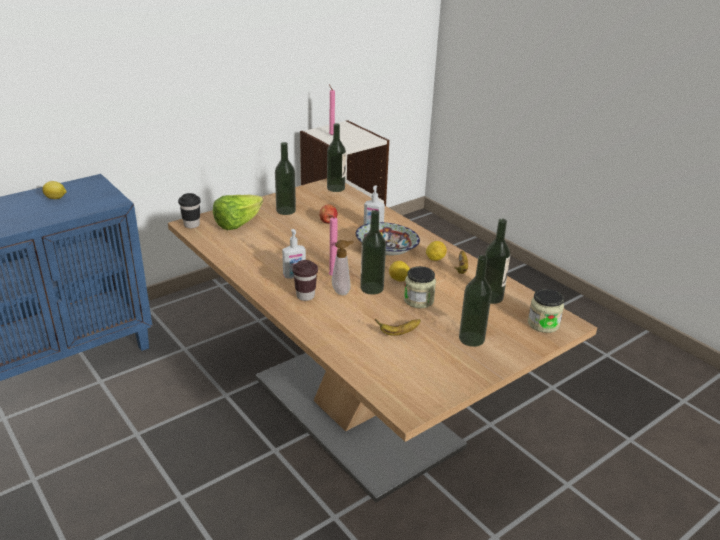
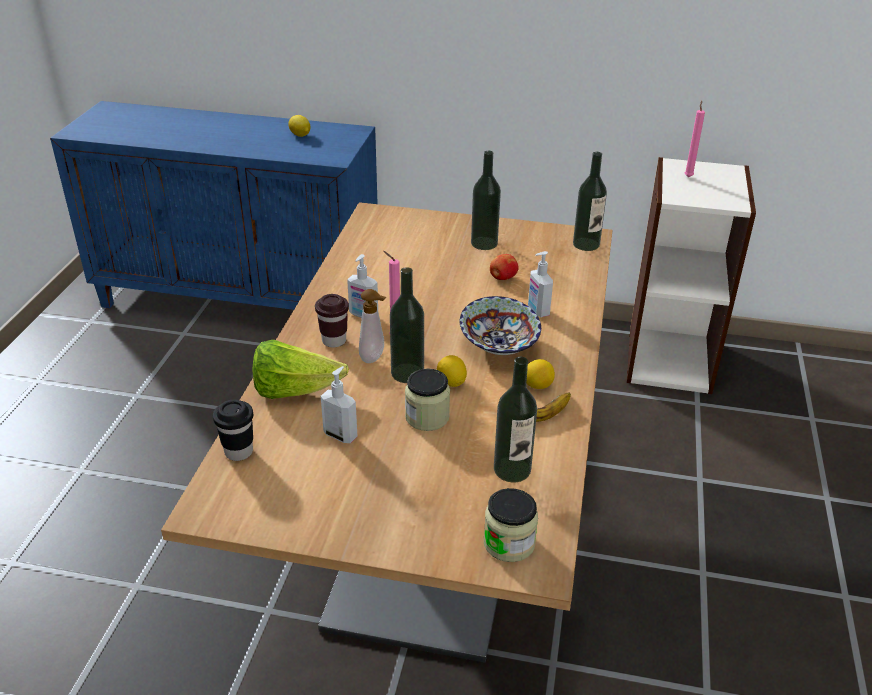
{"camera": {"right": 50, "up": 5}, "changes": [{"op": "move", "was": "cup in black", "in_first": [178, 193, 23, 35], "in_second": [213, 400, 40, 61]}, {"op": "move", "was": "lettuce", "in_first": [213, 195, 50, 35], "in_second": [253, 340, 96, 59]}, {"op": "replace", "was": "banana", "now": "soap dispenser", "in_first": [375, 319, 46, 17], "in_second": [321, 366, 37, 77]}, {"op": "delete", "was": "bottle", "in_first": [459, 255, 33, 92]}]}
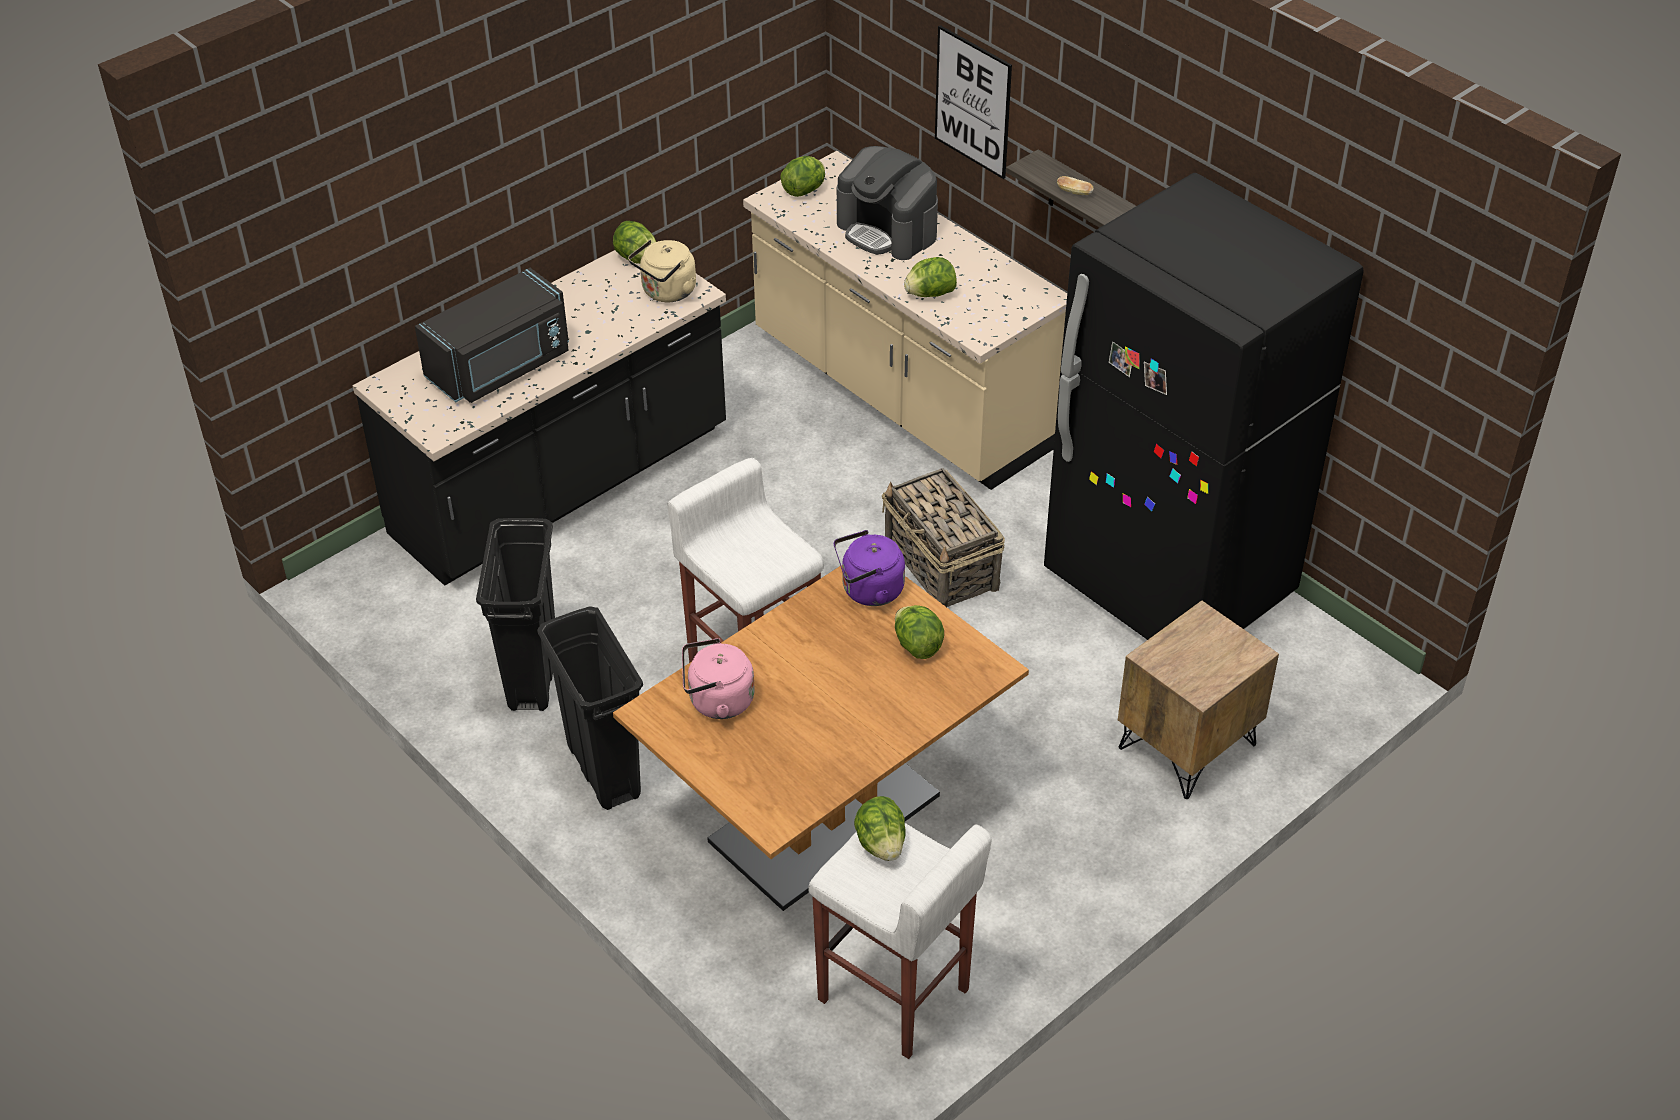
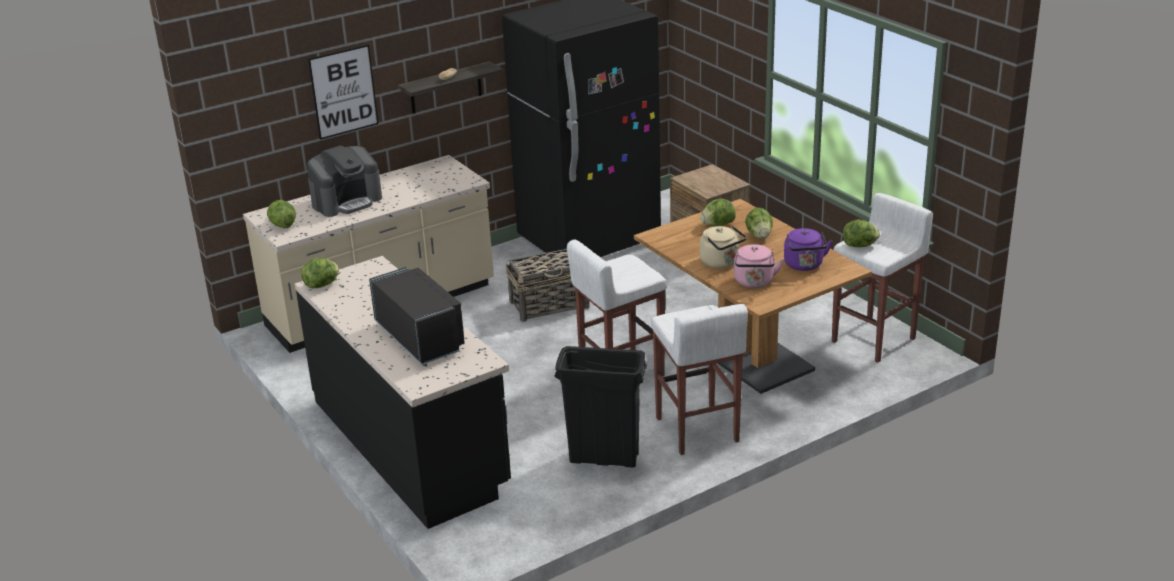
{"camera": {"right": -80, "up": -15}, "changes": [{"op": "replace", "was": "trash can in black", "now": "stool in white", "in_first": [537, 606, 106, 204], "in_second": [651, 304, 97, 151]}, {"op": "move", "was": "kettle in beige", "in_first": [628, 240, 68, 62], "in_second": [700, 226, 47, 42]}, {"op": "move", "was": "lettuce", "in_first": [904, 257, 53, 40], "in_second": [745, 208, 28, 31]}, {"op": "move", "was": "kettle in purple", "in_first": [834, 530, 71, 76], "in_second": [784, 228, 48, 43]}]}
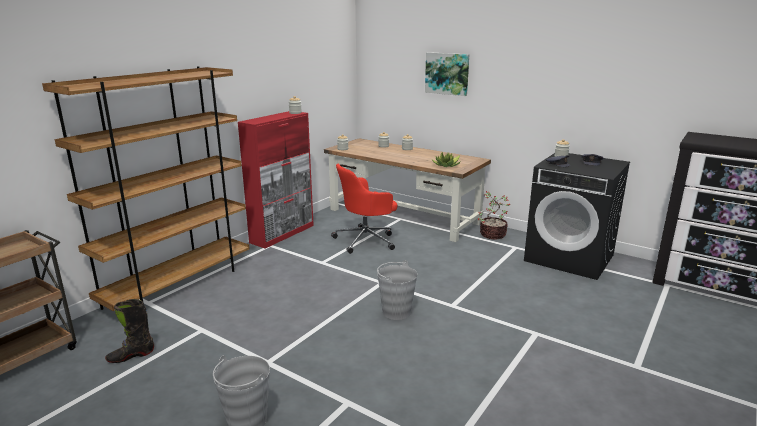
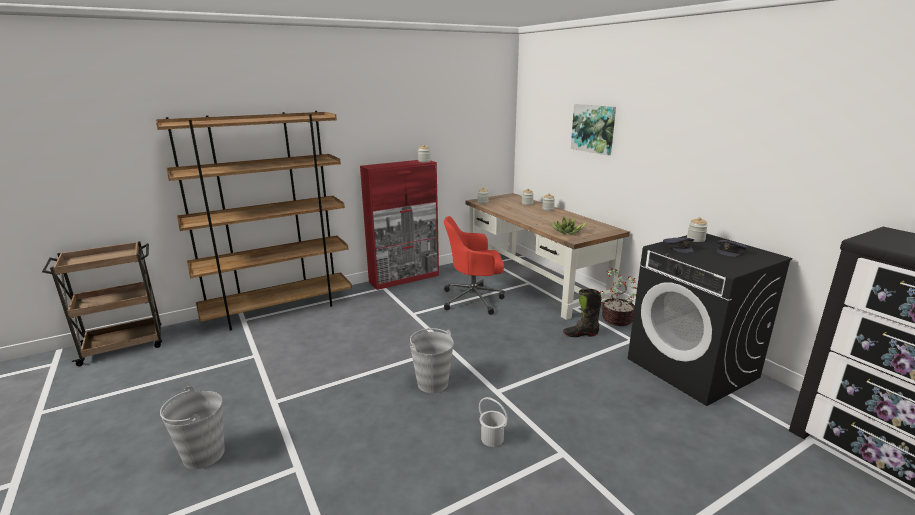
{"camera": {"right": 25, "up": 0}, "changes": [{"op": "insert", "now": "bucket in white", "in_second": [479, 397, 29, 50]}, {"op": "move", "was": "boot in black", "in_first": [105, 299, 49, 64], "in_second": [563, 289, 38, 48]}]}
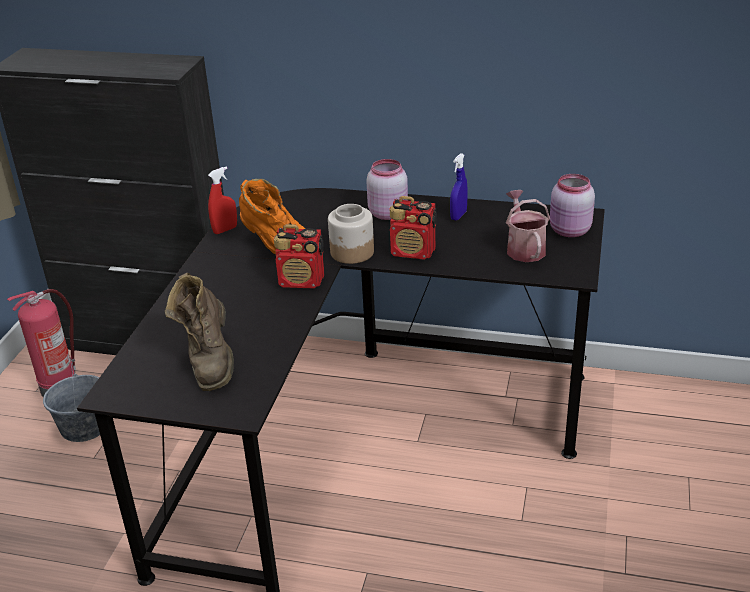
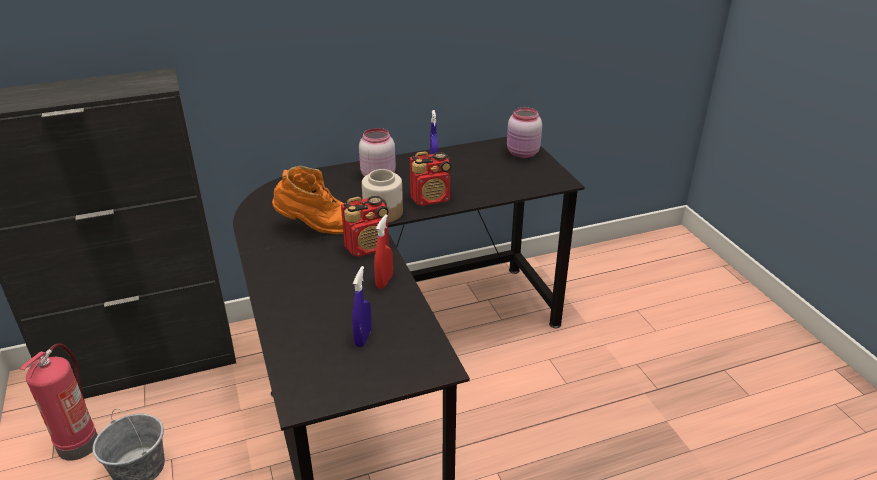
{"camera": {"right": -35, "up": 0}, "changes": [{"op": "replace", "was": "boot in brown", "now": "spray bottle in blue", "in_first": [165, 273, 69, 118], "in_second": [352, 266, 20, 81]}, {"op": "move", "was": "spray bottle in red", "in_first": [208, 166, 29, 68], "in_second": [374, 214, 19, 75]}, {"op": "delete", "was": "watering can", "in_first": [506, 190, 44, 72]}]}
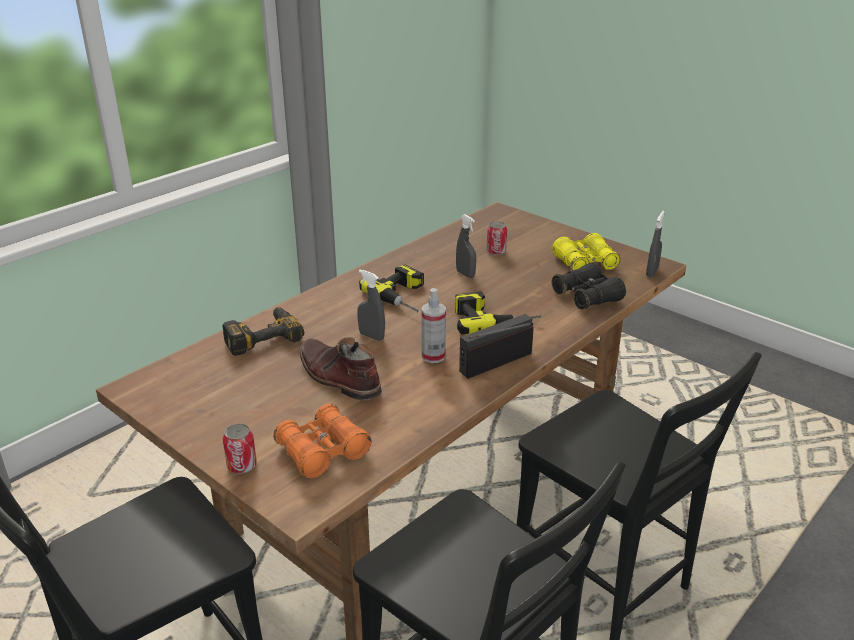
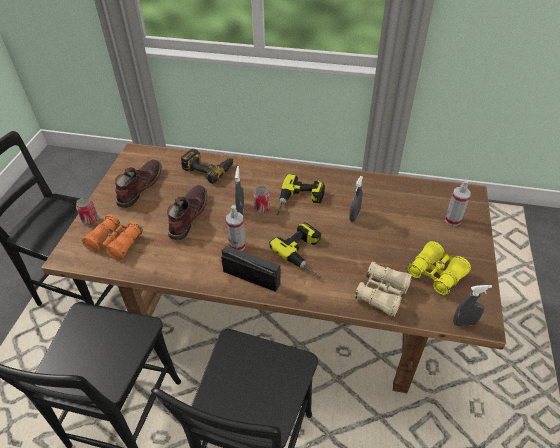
{"camera": {"right": 60, "up": 15}, "changes": [{"op": "insert", "now": "boot in brown", "in_second": [115, 159, 47, 49]}, {"op": "move", "was": "can", "in_first": [487, 221, 20, 34], "in_second": [253, 186, 17, 27]}, {"op": "recolor", "was": "binoculars in black", "now": "binoculars in beige", "in_first": [551, 263, 75, 47], "in_second": [354, 261, 58, 56]}, {"op": "insert", "now": "spray bottle", "in_second": [445, 180, 26, 46]}]}
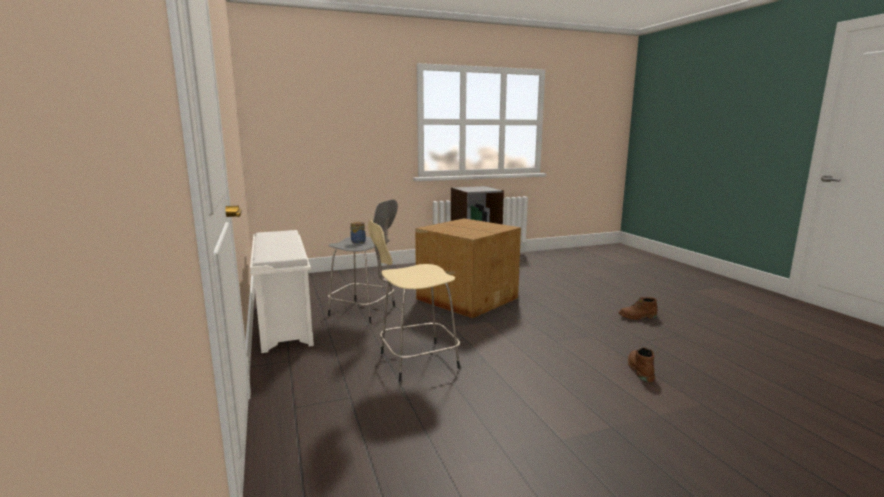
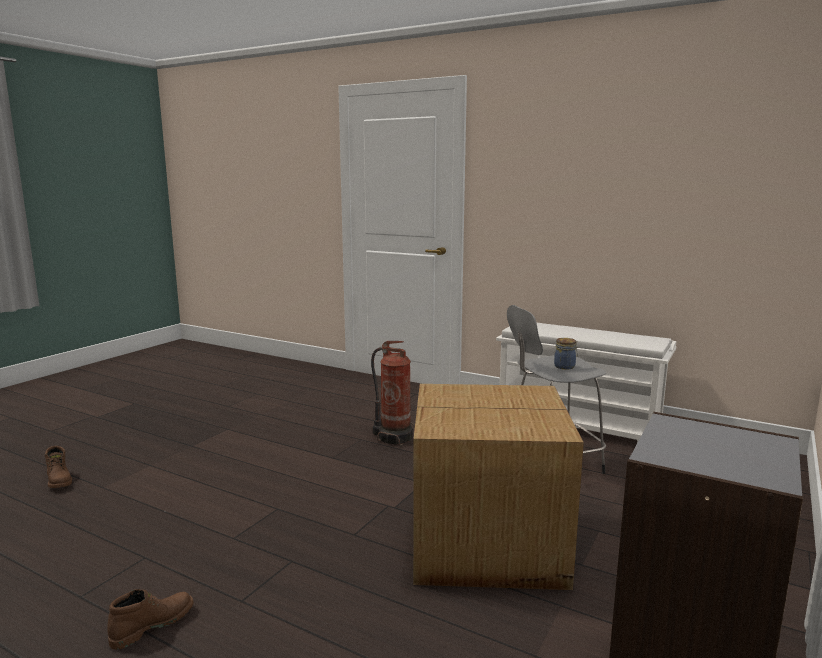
{"camera": {"right": 140, "up": 0}, "changes": [{"op": "move", "was": "boot in brown", "in_first": [628, 347, 27, 35], "in_second": [45, 446, 27, 42]}, {"op": "replace", "was": "stool in beige", "now": "fire extinguisher", "in_first": [368, 220, 92, 161], "in_second": [371, 341, 44, 105]}]}
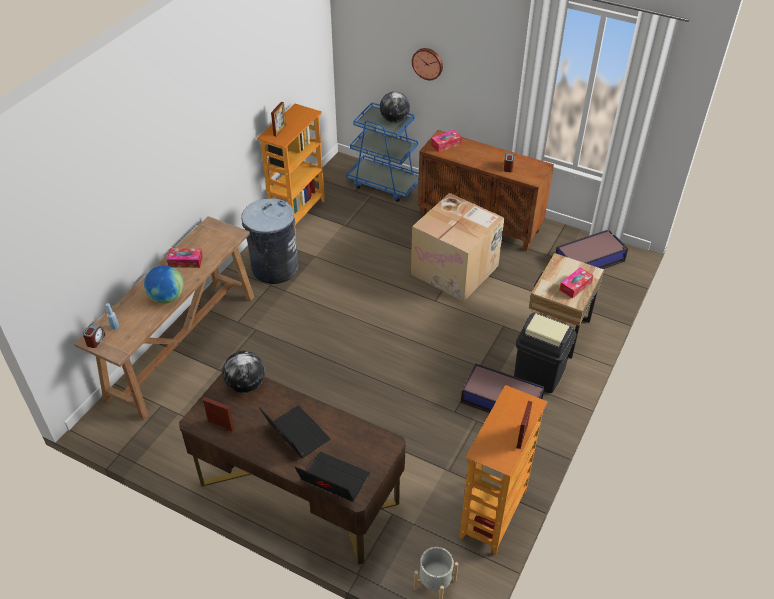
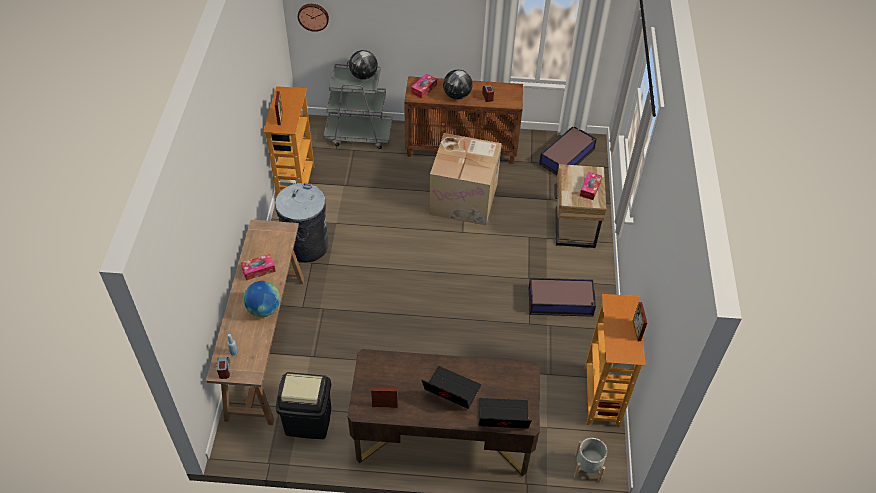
{"camera": {"right": -25, "up": 5}, "changes": [{"op": "move", "was": "trash can in black", "in_first": [514, 312, 62, 81], "in_second": [276, 372, 55, 67]}, {"op": "move", "was": "wall clock", "in_first": [412, 48, 31, 32], "in_second": [298, 4, 31, 28]}, {"op": "recolor", "was": "cart in blue", "now": "cart in grey", "in_first": [346, 102, 73, 100], "in_second": [323, 60, 69, 89]}, {"op": "move", "was": "globe", "in_first": [223, 351, 42, 42], "in_second": [443, 70, 30, 29]}]}
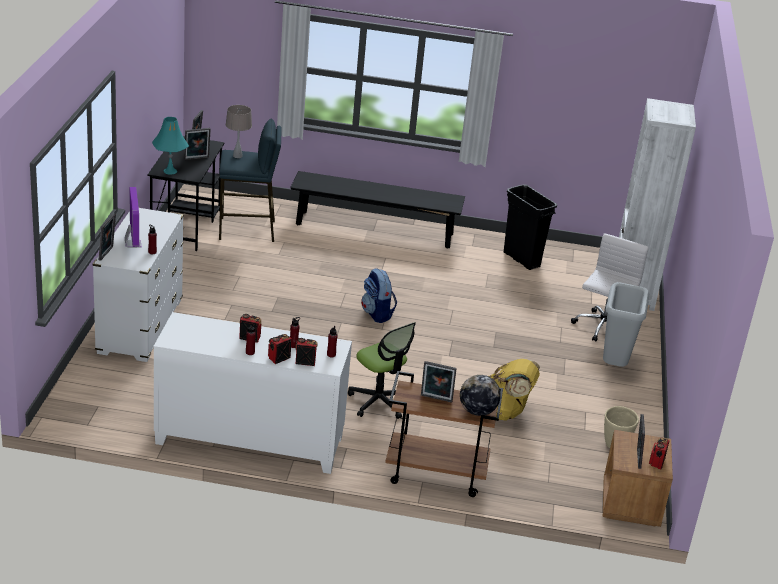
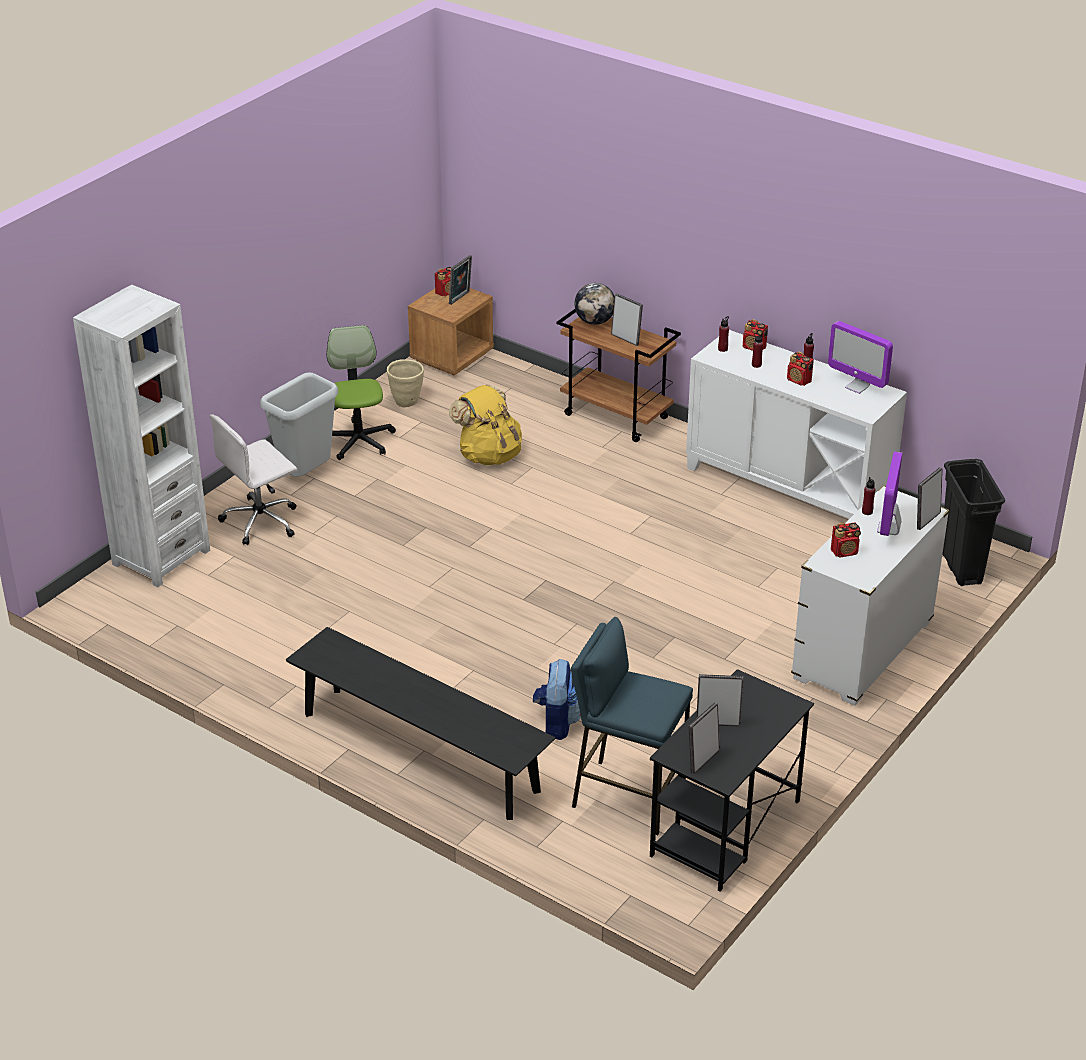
{"camera": {"right": -150, "up": 5}, "changes": [{"op": "move", "was": "office chair", "in_first": [348, 322, 68, 97], "in_second": [327, 325, 69, 135]}, {"op": "move", "was": "backpack", "in_first": [361, 268, 36, 55], "in_second": [533, 659, 48, 81]}, {"op": "insert", "now": "monitor", "in_second": [828, 321, 65, 73]}, {"op": "move", "was": "radio", "in_first": [268, 334, 24, 30], "in_second": [831, 522, 30, 36]}, {"op": "move", "was": "trash can in black", "in_first": [504, 184, 53, 86], "in_second": [942, 459, 63, 127]}, {"op": "delete", "was": "table lamp in turquoise", "in_first": [152, 117, 37, 57]}, {"op": "delete", "was": "table lamp in beige", "in_first": [226, 105, 26, 53]}]}
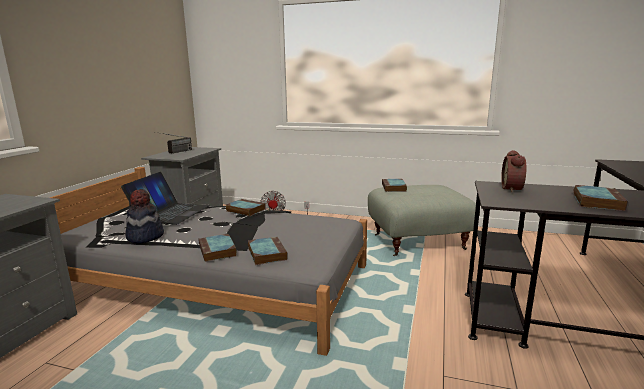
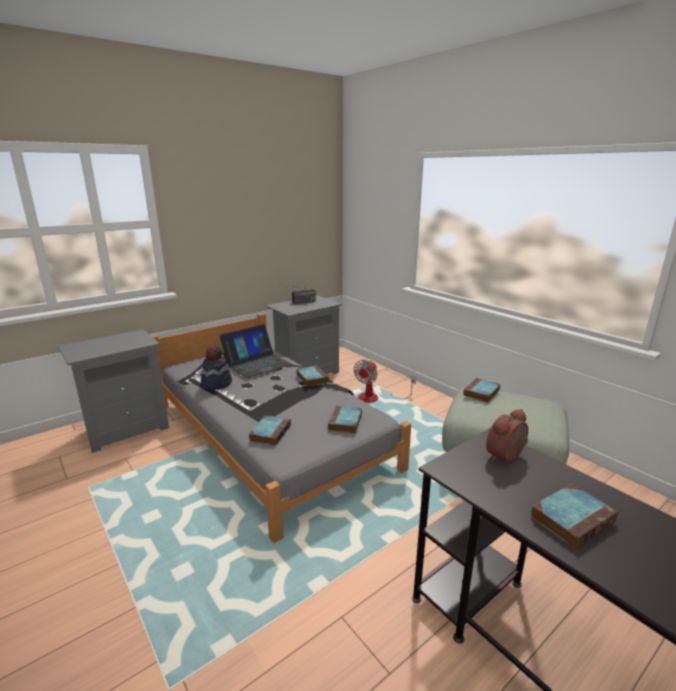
{"camera": {"right": 35, "up": 5}, "changes": [{"op": "move", "was": "book", "in_first": [198, 234, 39, 28], "in_second": [328, 406, 34, 27]}]}
